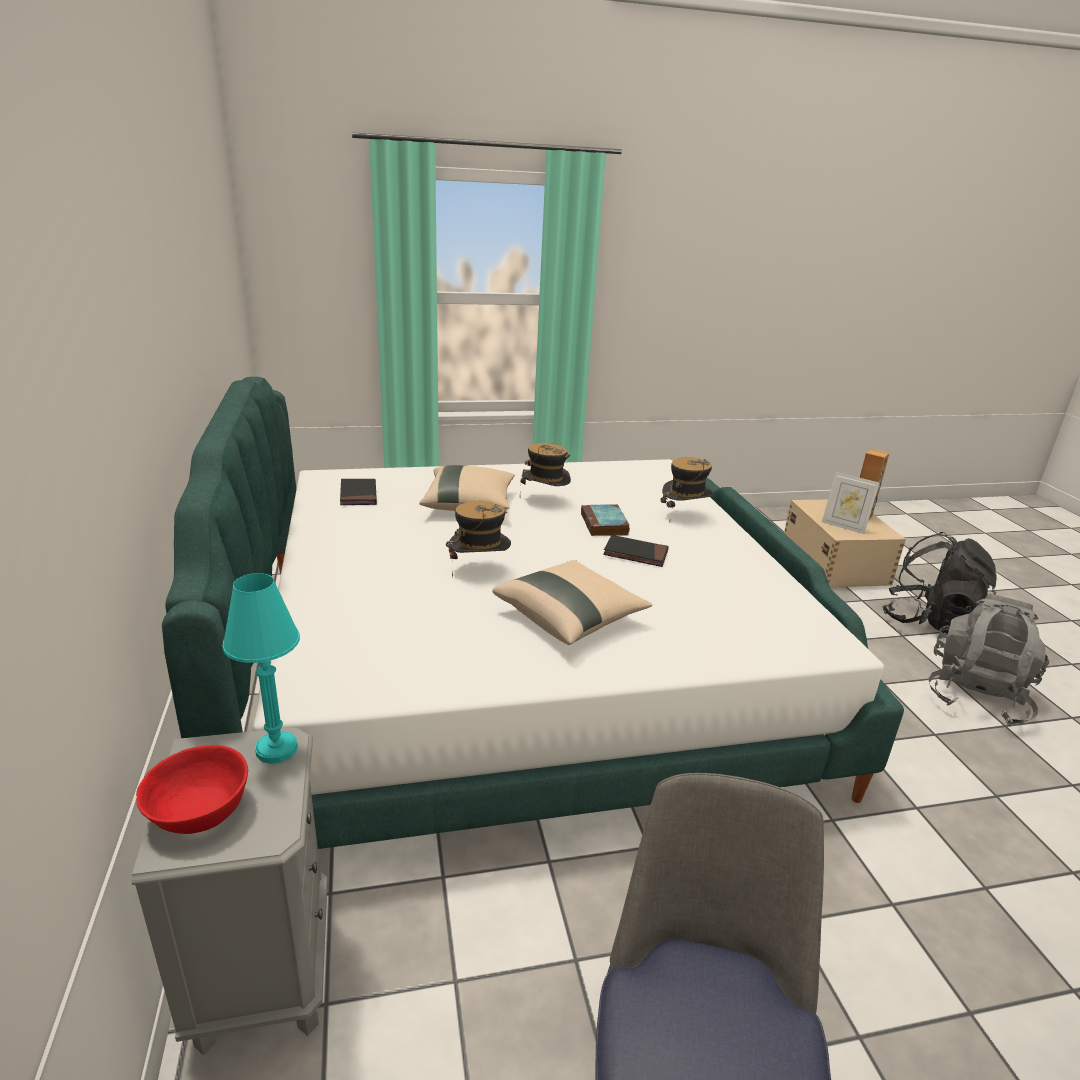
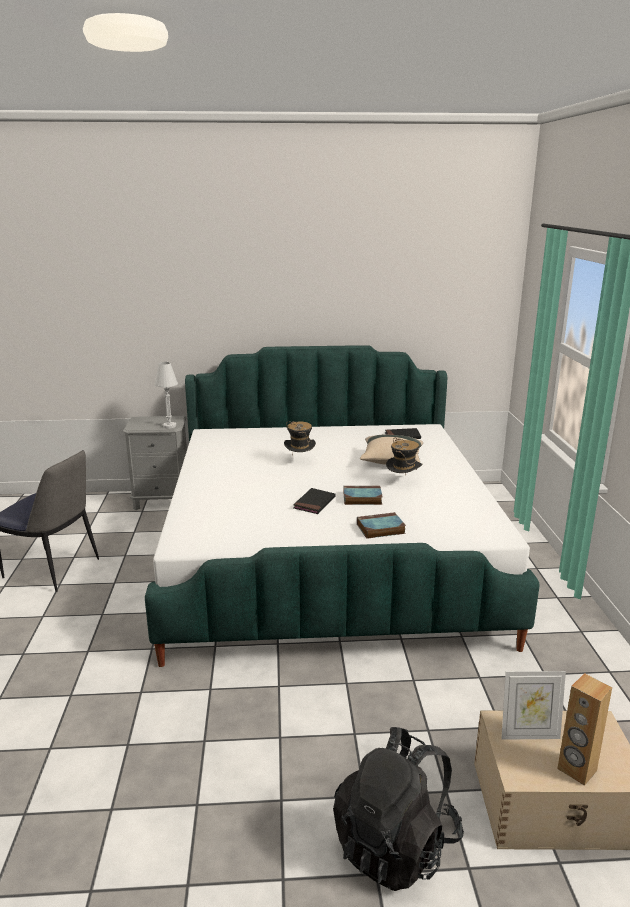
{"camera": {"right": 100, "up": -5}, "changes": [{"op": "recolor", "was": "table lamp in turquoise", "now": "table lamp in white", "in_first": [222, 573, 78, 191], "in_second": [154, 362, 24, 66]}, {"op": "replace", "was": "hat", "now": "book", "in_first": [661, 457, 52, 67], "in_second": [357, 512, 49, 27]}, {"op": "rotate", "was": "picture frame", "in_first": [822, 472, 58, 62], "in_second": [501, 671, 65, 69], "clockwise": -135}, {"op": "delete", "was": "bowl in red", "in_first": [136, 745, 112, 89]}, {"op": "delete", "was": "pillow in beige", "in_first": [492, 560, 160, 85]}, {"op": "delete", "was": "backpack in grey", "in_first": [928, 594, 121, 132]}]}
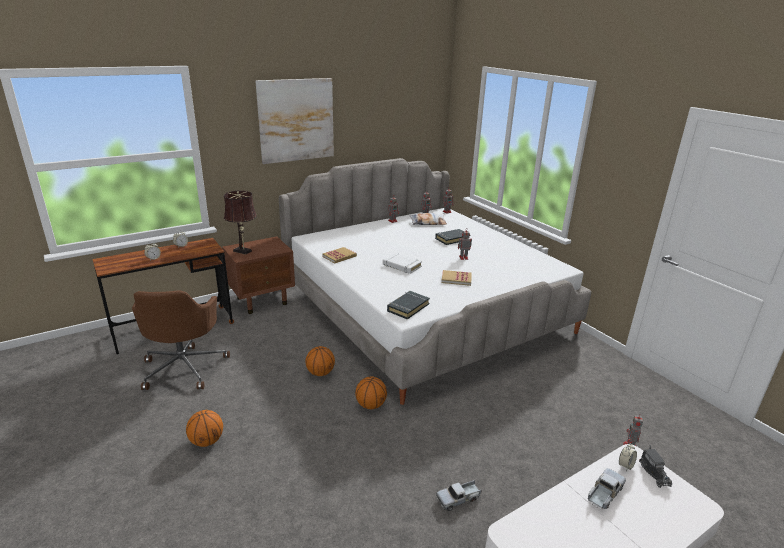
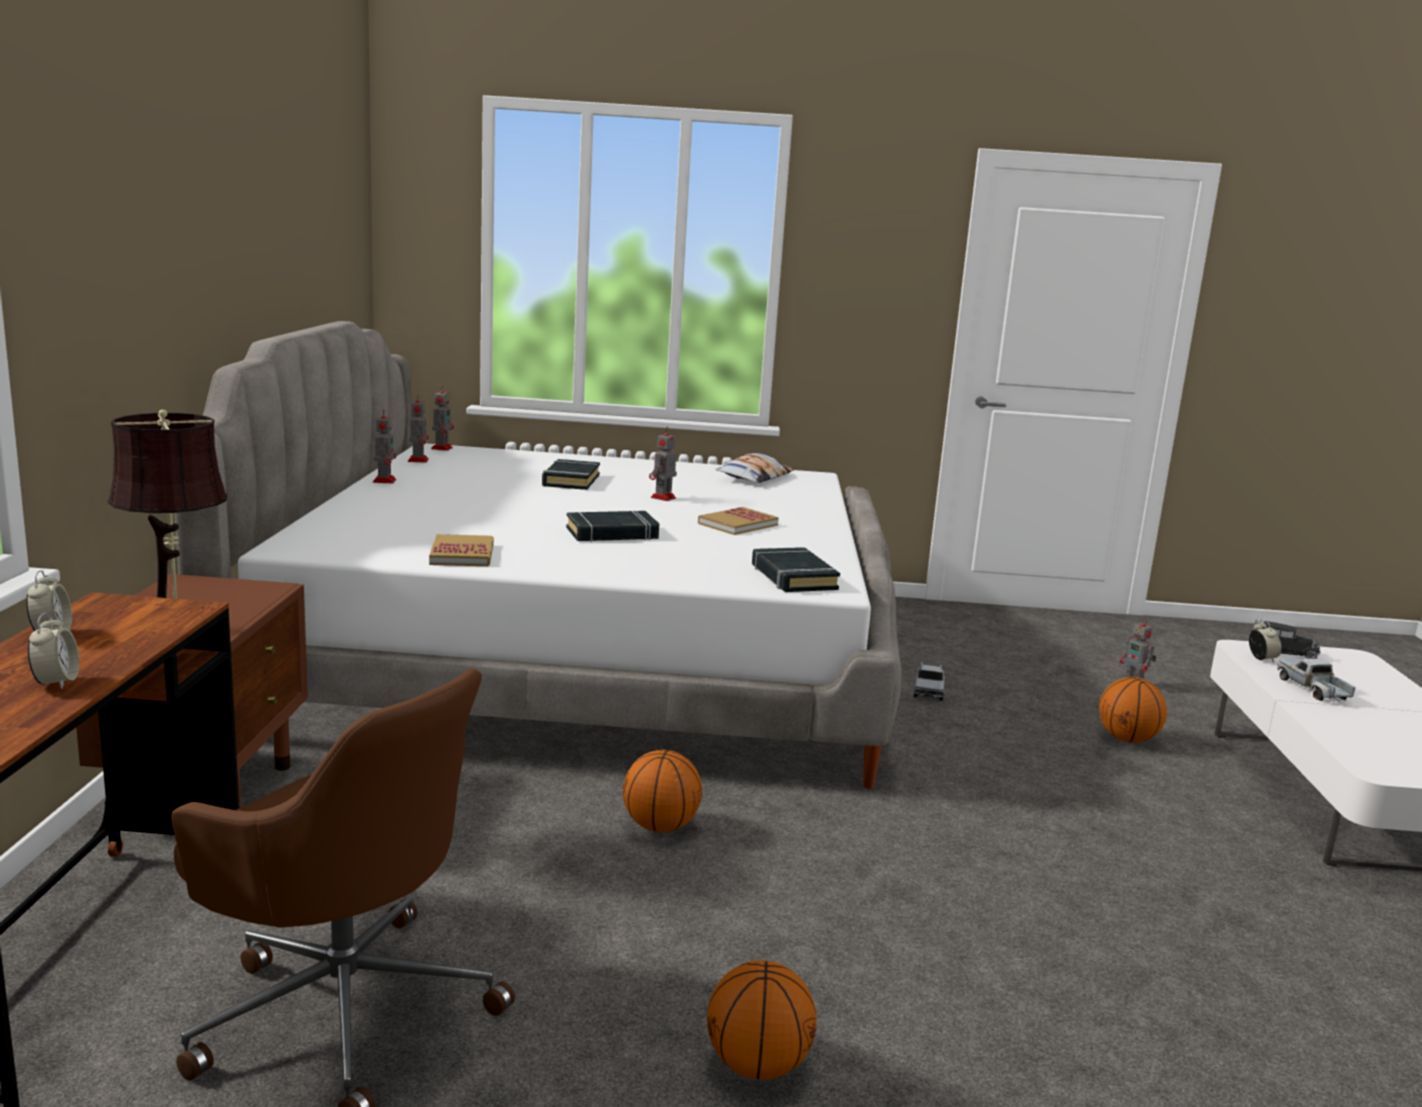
{"camera": {"right": -55, "up": -10}, "changes": [{"op": "recolor", "was": "book in white", "now": "book in black", "in_first": [383, 253, 39, 21], "in_second": [566, 511, 93, 31]}, {"op": "move", "was": "pillow", "in_first": [409, 213, 38, 12], "in_second": [716, 453, 78, 30]}, {"op": "move", "was": "toy truck", "in_first": [436, 480, 46, 31], "in_second": [914, 662, 31, 39]}, {"op": "move", "was": "basketball", "in_first": [355, 376, 32, 33], "in_second": [1099, 677, 68, 66]}, {"op": "delete", "was": "picture", "in_first": [255, 78, 79, 86]}]}
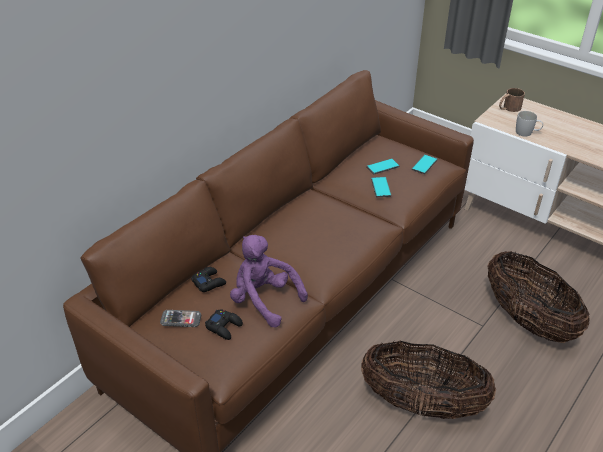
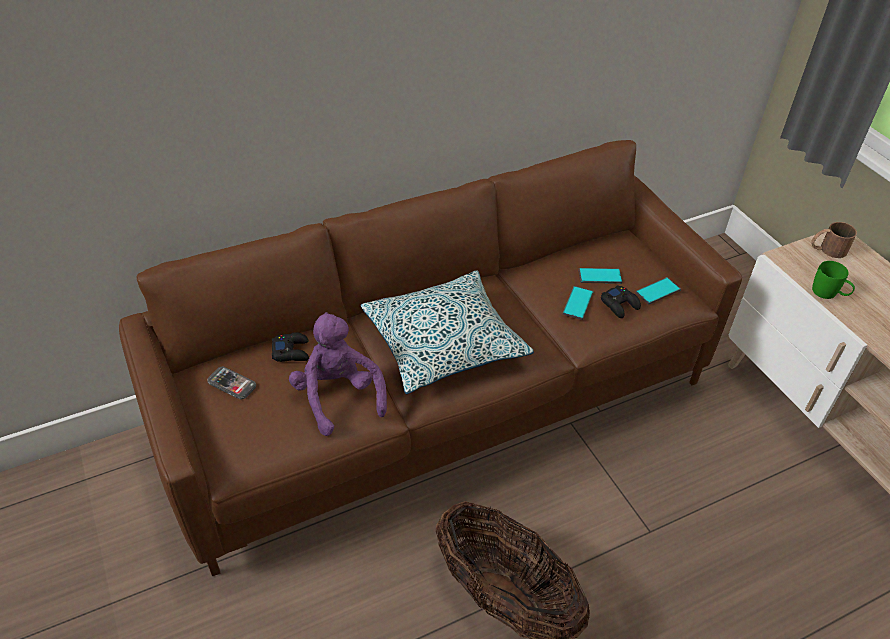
{"camera": {"right": 25, "up": 5}, "changes": [{"op": "insert", "now": "pillow", "in_second": [361, 270, 173, 124]}, {"op": "move", "was": "game controller in black", "in_first": [205, 309, 38, 31], "in_second": [601, 285, 40, 33]}, {"op": "recolor", "was": "mug in white", "now": "mug in green", "in_first": [516, 111, 27, 26], "in_second": [812, 261, 43, 38]}, {"op": "delete", "was": "basket", "in_first": [487, 251, 103, 92]}]}
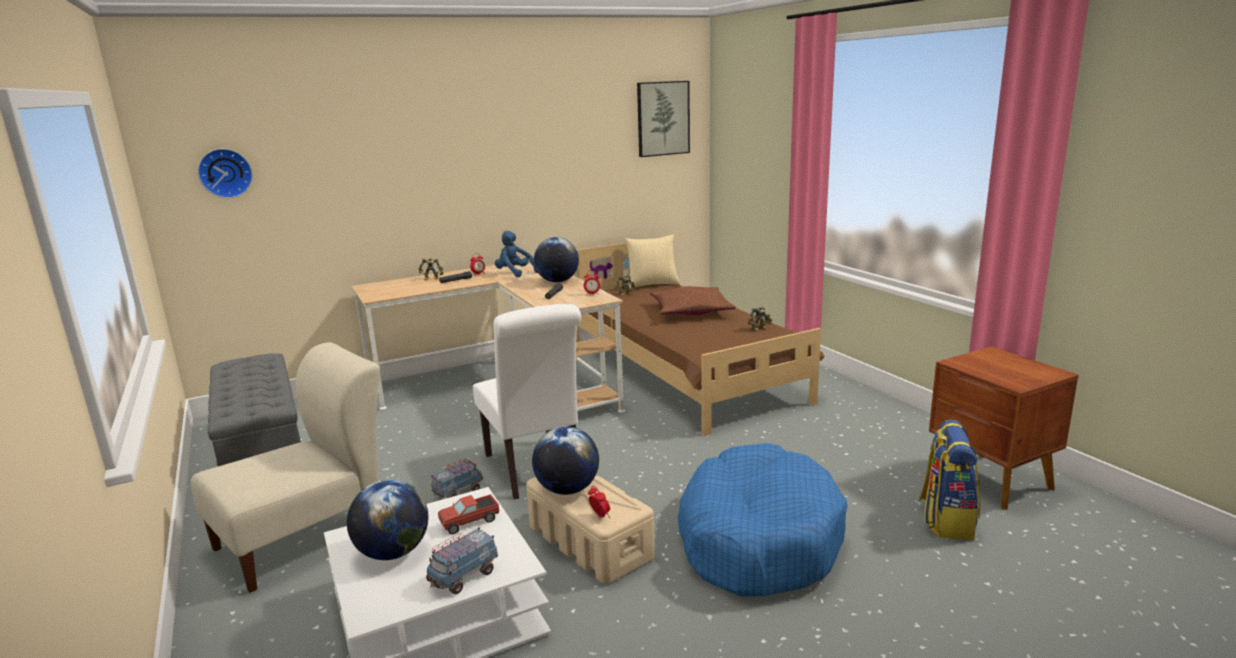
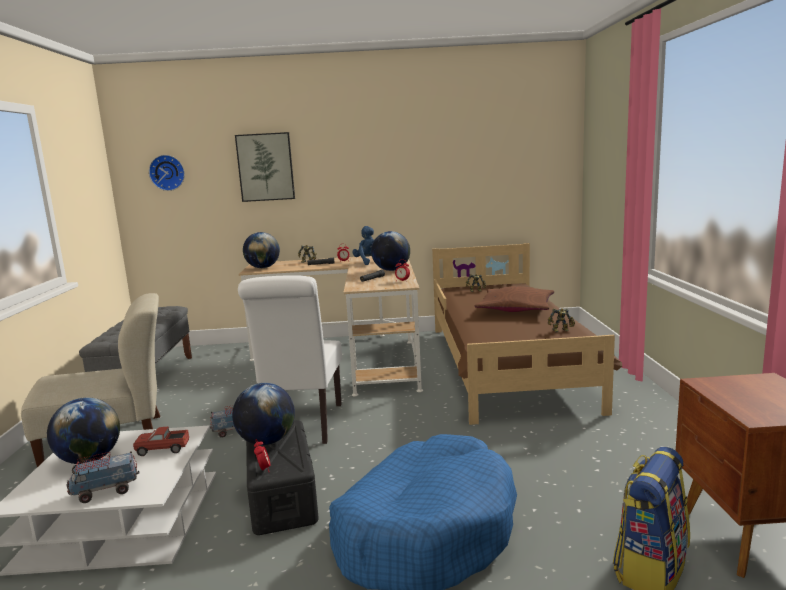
{"camera": {"right": 25, "up": -5}, "changes": [{"op": "move", "was": "picture", "in_first": [637, 81, 53, 76], "in_second": [235, 132, 60, 70]}, {"op": "insert", "now": "globe", "in_second": [243, 232, 37, 36]}, {"op": "recolor", "was": "storage box in beige", "now": "storage box in black", "in_first": [526, 476, 129, 108], "in_second": [246, 420, 73, 115]}, {"op": "delete", "was": "pillow", "in_first": [625, 234, 55, 55]}]}
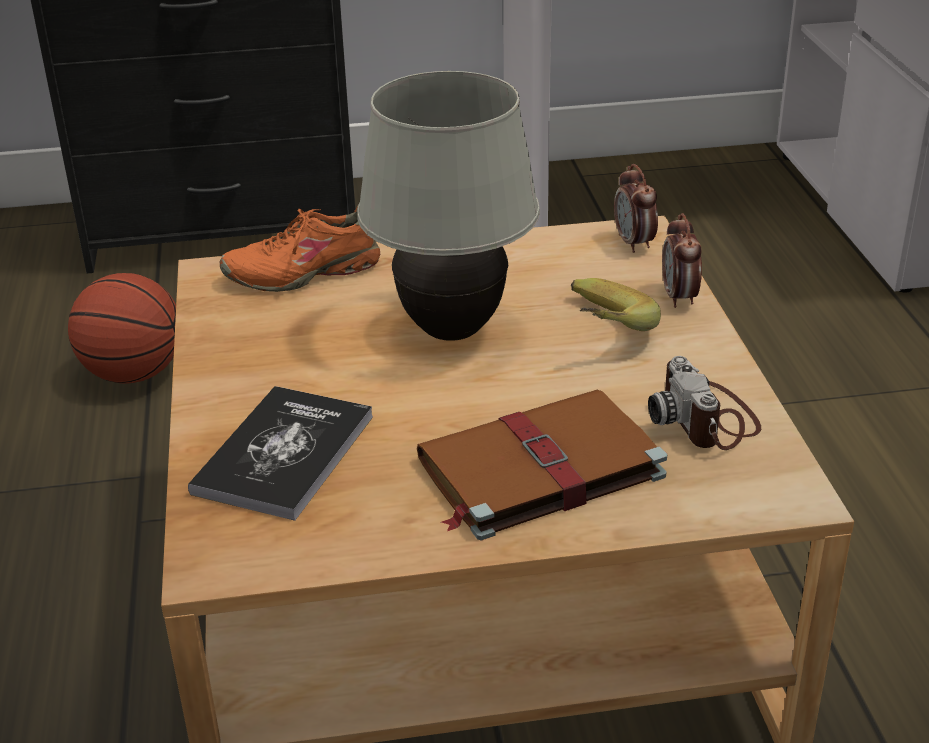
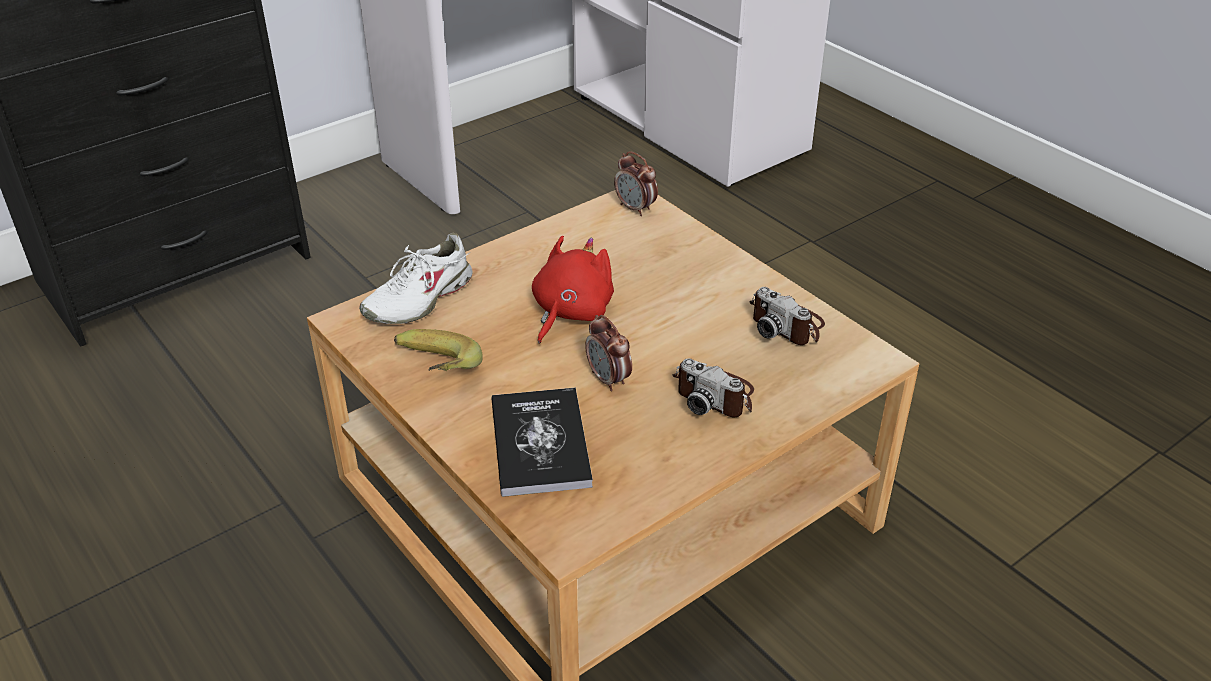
{"camera": {"right": -30, "up": 5}, "changes": [{"op": "recolor", "was": "shoe in orange", "now": "shoe in white", "in_first": [219, 206, 161, 86], "in_second": [359, 233, 114, 91]}, {"op": "move", "was": "banana", "in_first": [571, 278, 90, 53], "in_second": [394, 329, 89, 42]}, {"op": "replace", "was": "table lamp in white", "now": "plush toy in red", "in_first": [357, 71, 183, 270], "in_second": [532, 236, 82, 108]}, {"op": "move", "was": "alarm clock", "in_first": [662, 213, 40, 95], "in_second": [585, 315, 47, 76]}, {"op": "replace", "was": "book in brown", "now": "photo camera", "in_first": [417, 389, 250, 152], "in_second": [672, 358, 82, 59]}, {"op": "delete", "was": "basketball", "in_first": [68, 273, 108, 111]}]}
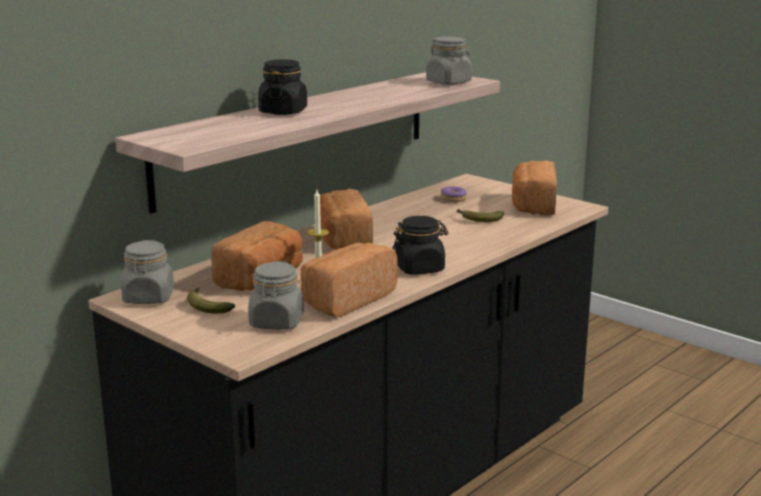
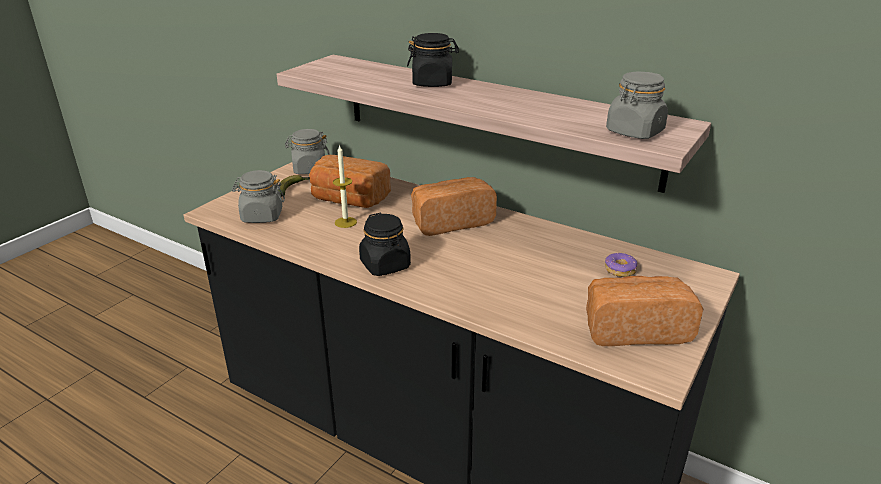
{"camera": {"right": 80, "up": 10}, "changes": [{"op": "delete", "was": "bread", "in_first": [301, 242, 97, 75]}, {"op": "delete", "was": "banana", "in_first": [456, 209, 48, 13]}]}
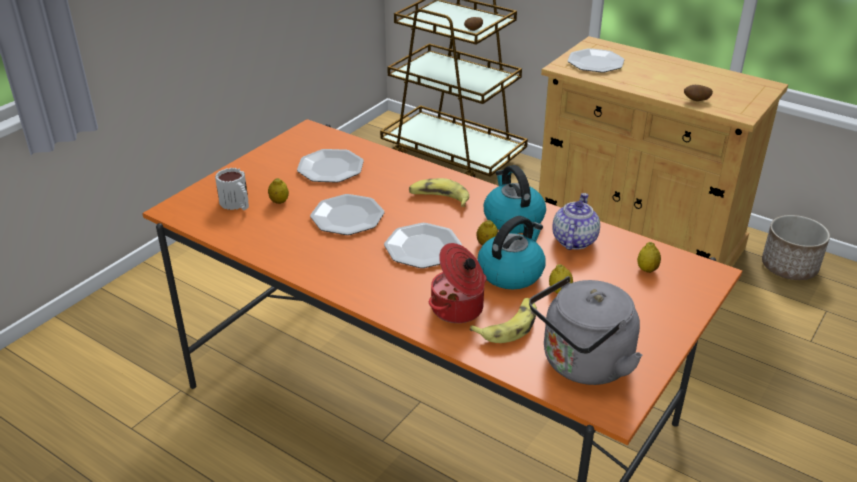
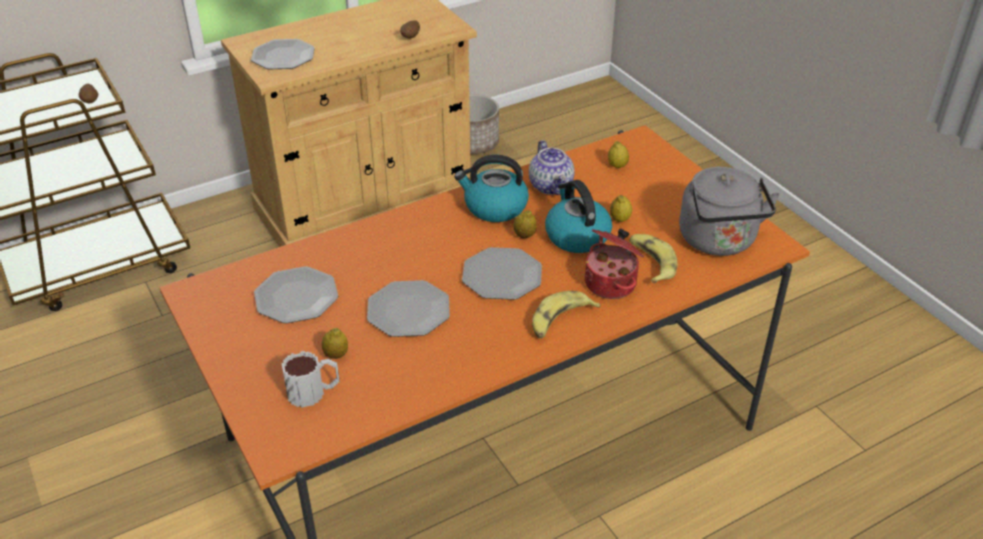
{"camera": {"right": -65, "up": 5}, "changes": [{"op": "rotate", "was": "teapot", "in_first": [552, 193, 48, 57], "in_second": [529, 140, 46, 55], "clockwise": -150}, {"op": "move", "was": "banana", "in_first": [409, 178, 60, 29], "in_second": [532, 291, 68, 47]}]}
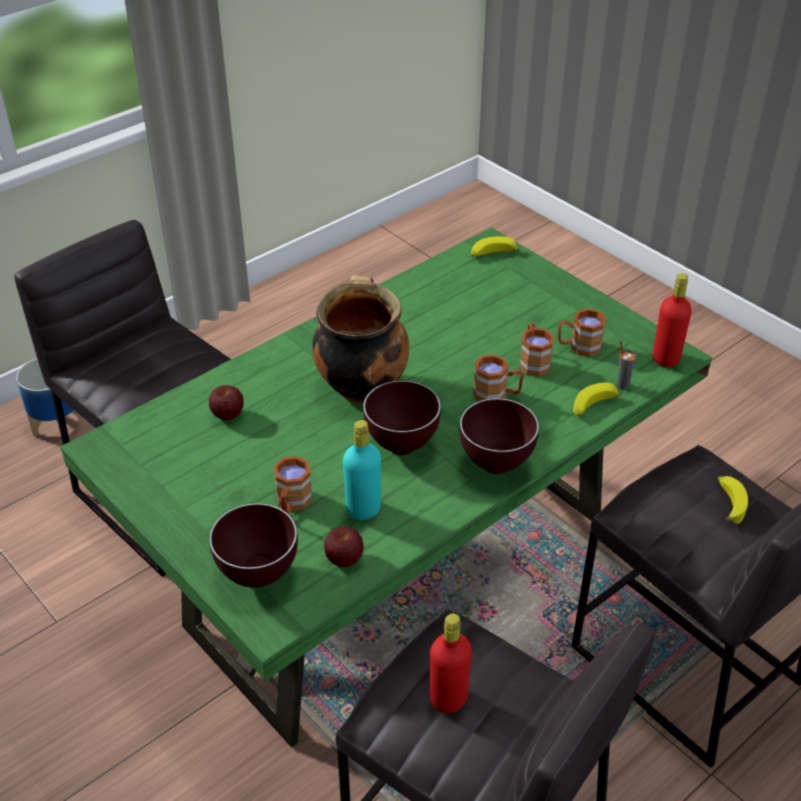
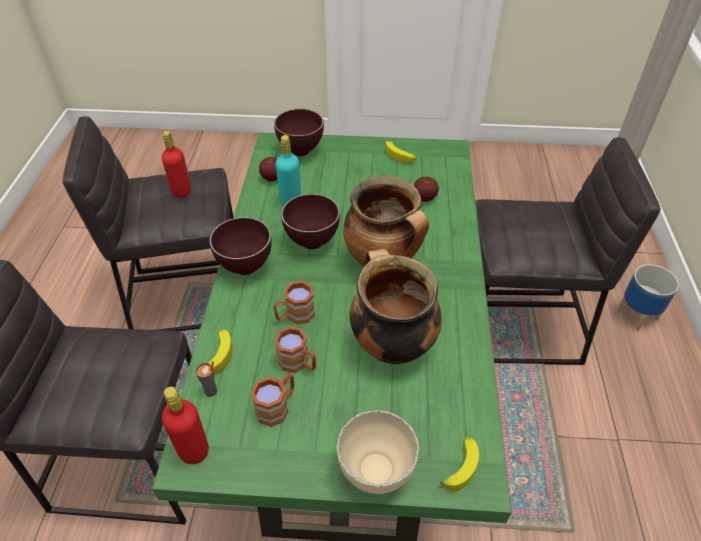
{"camera": {"right": 135, "up": 5}, "changes": [{"op": "insert", "now": "bowl in beige", "in_second": [337, 410, 82, 84]}, {"op": "insert", "now": "cooking pot", "in_second": [350, 249, 92, 116]}, {"op": "move", "was": "banana", "in_first": [718, 476, 30, 48], "in_second": [386, 141, 31, 22]}, {"op": "delete", "was": "mug in brown", "in_first": [273, 456, 40, 58]}]}
